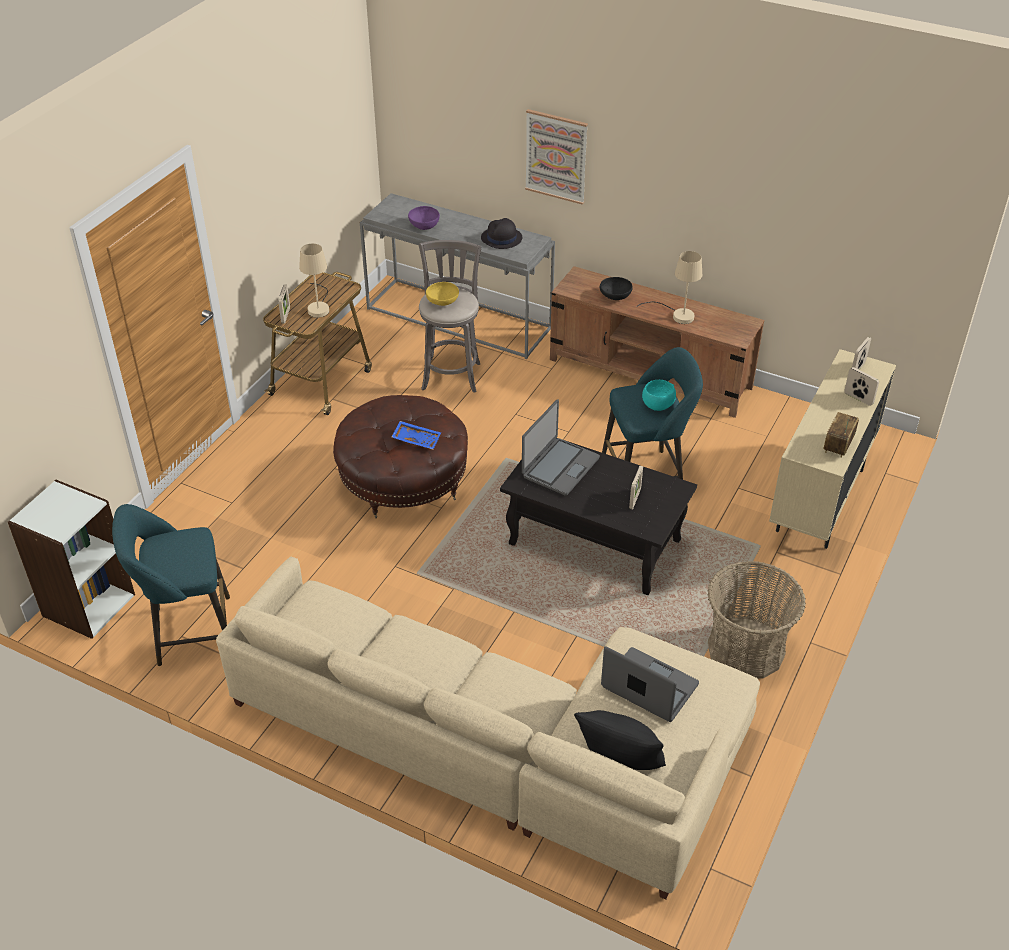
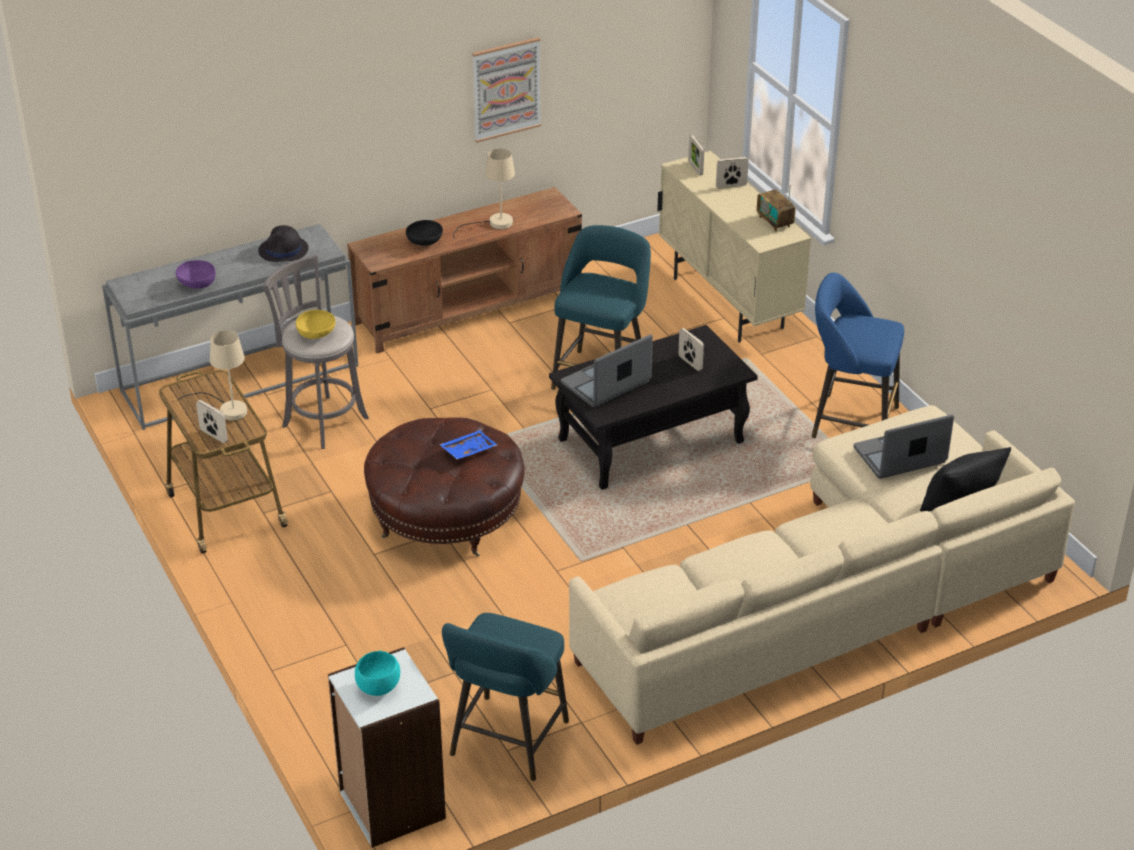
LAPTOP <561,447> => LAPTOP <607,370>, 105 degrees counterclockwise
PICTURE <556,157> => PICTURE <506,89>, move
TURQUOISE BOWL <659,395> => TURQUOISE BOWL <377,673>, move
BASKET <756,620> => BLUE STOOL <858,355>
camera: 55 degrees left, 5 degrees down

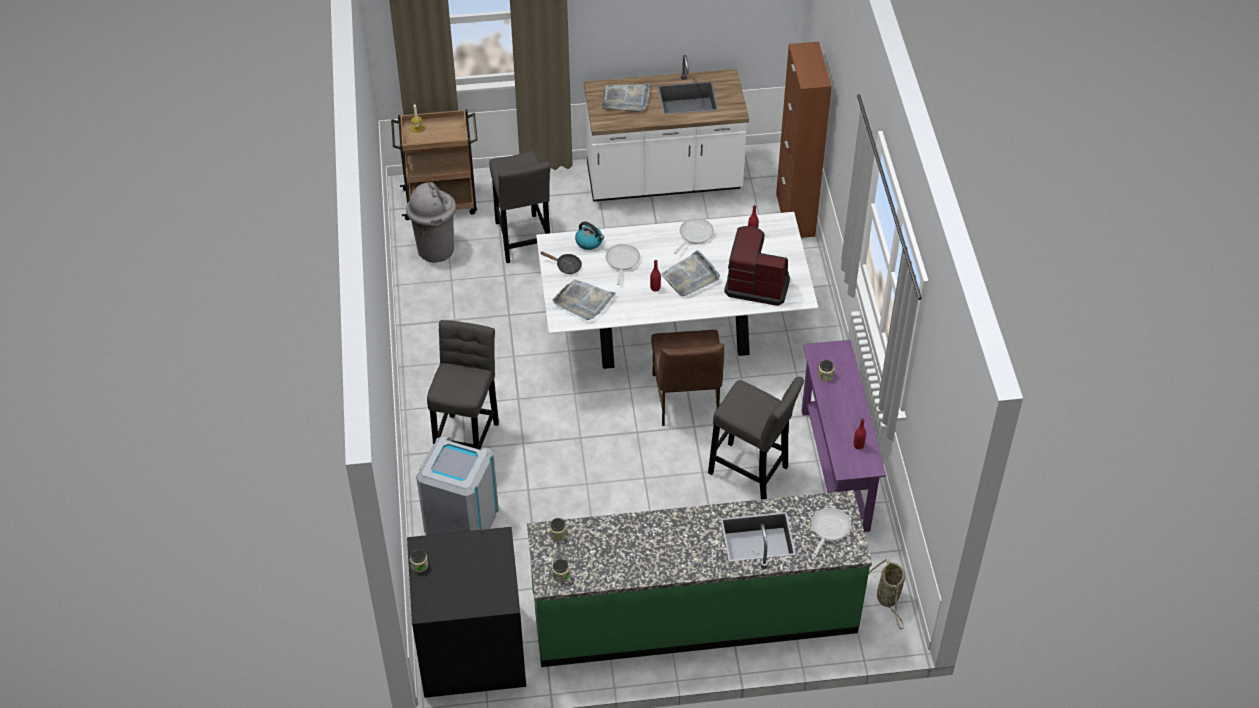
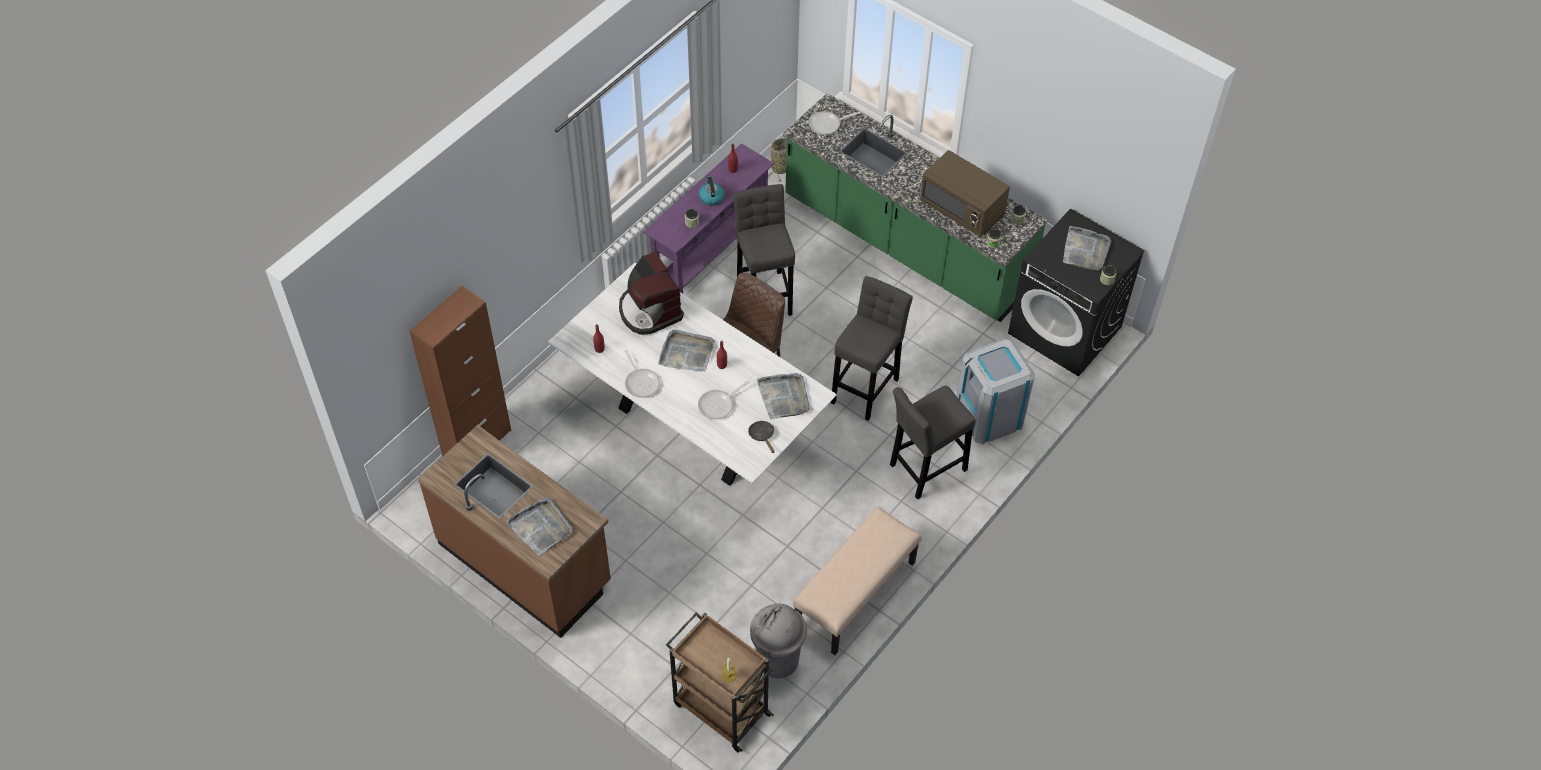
GREY STOOL <520,207> => GREY STOOL <872,348>, move
KETTLE <589,236> => KETTLE <711,191>, move
WHITE COUNTER <666,128> => BROWN COUNTER <514,531>
FRYING PAN <694,236> => FRYING PAN <642,374>, 105 degrees counterclockwise
nothing => BEIGE BENCH <857,581>
nothing => BROWN MICROWAVE <965,193>
nothing => GREY TRAY <1087,248>
camera: 135 degrees left, 5 degrees up

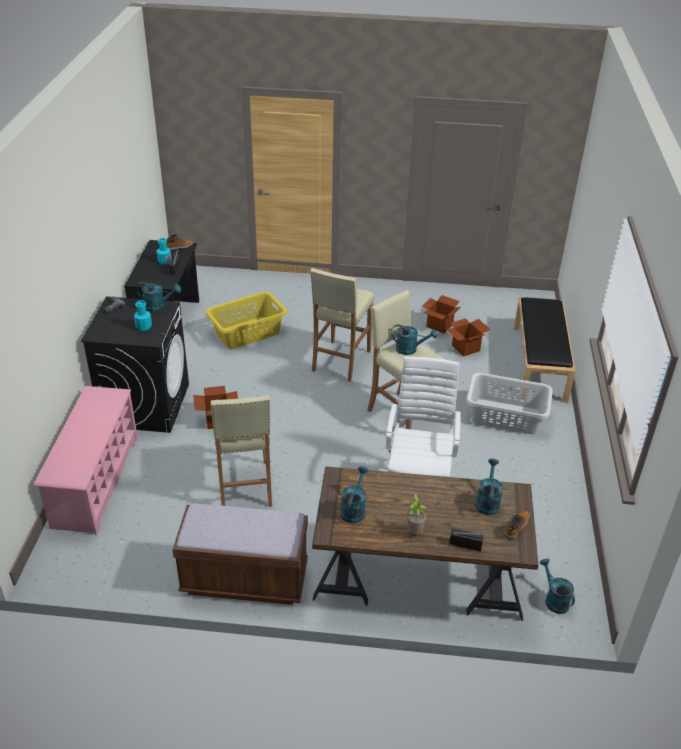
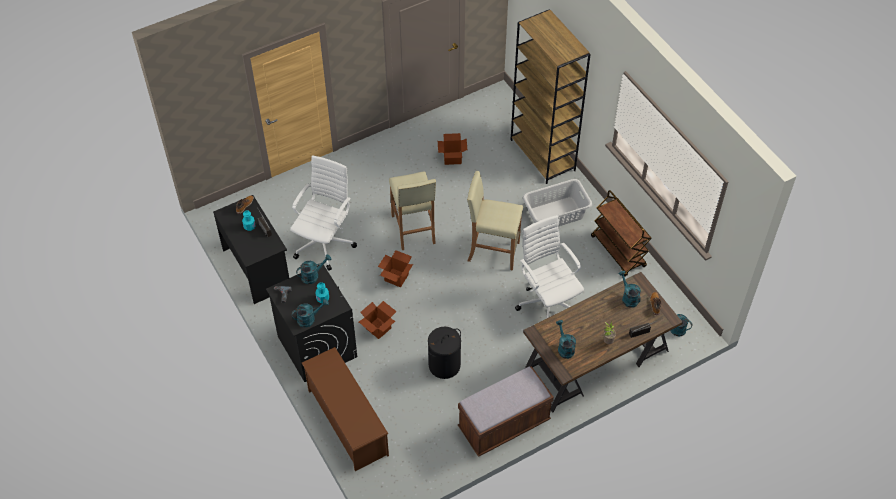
PINK SHOE RACK <86,460> => BROWN SHOE RACK <345,409>
YELLOW LAUNDRY BASKET <246,320> => WHITE OFFICE CHAIR <323,213>
BEIGE STOOL <241,451> => BLACK LAUNDRY BASKET <444,353>
TURQUOISE WATERING CAN <414,340> => TURQUOISE WATERING CAN <310,313>, move
CARDBOARD BOX <468,337> => CARDBOARD BOX <395,268>, move
BLACK BENCH <544,350> => BROWN BOOKCASE <551,96>
nothing => BROWN CART <621,233>
camera: 35 degrees left, 15 degrees up

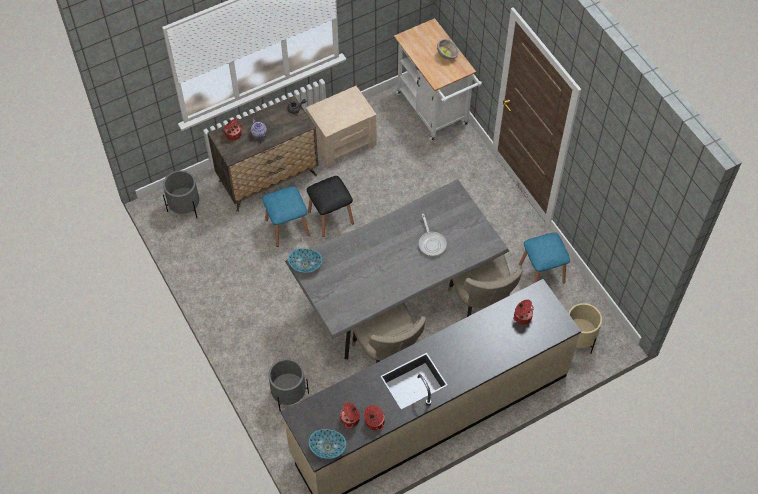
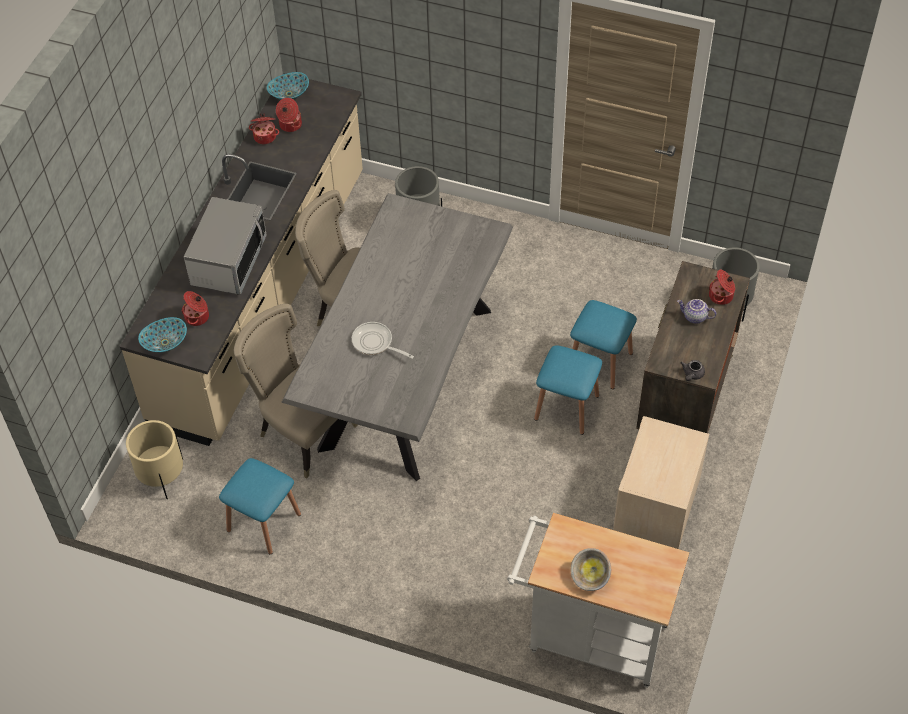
BOWL <305,260> => BOWL <162,335>, move
BLACK STOOL <330,206> => BLUE STOOL <568,390>
nothing => MICROWAVE <225,246>
camera: 140 degrees right, 5 degrees down

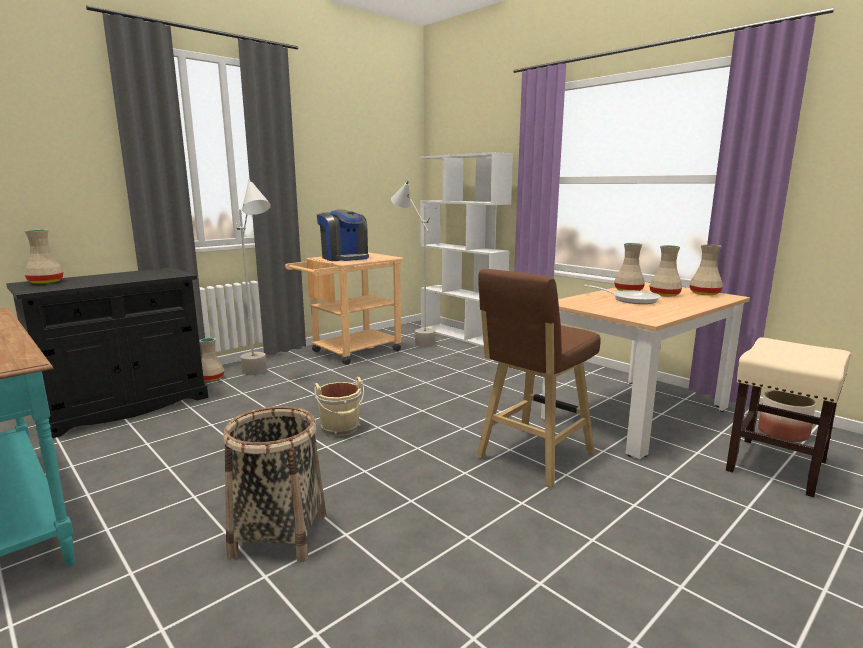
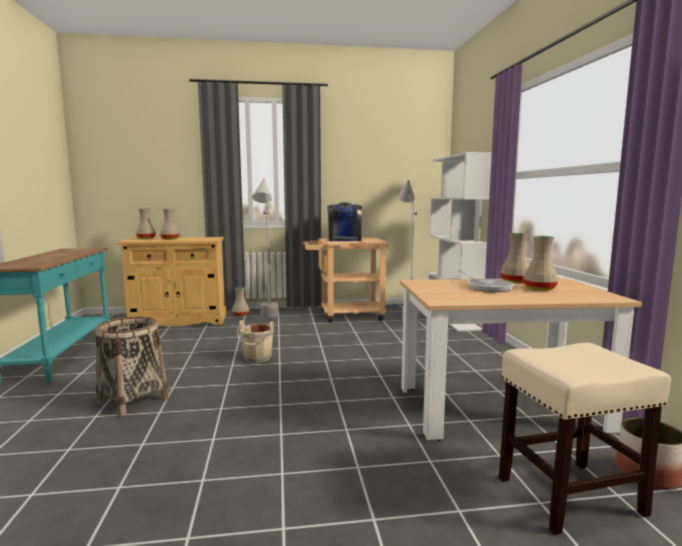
BLACK CABINET <107,352> => BEIGE CABINET <171,282>
BROWN STOOL <538,378> => nothing
BEIGE VASE <706,270> => BEIGE VASE <170,224>, move
camera: 35 degrees right, 5 degrees down

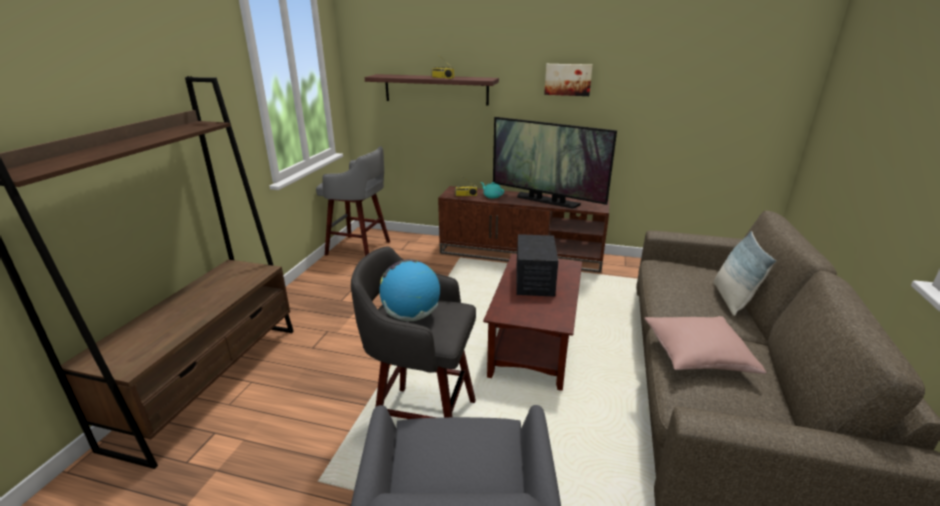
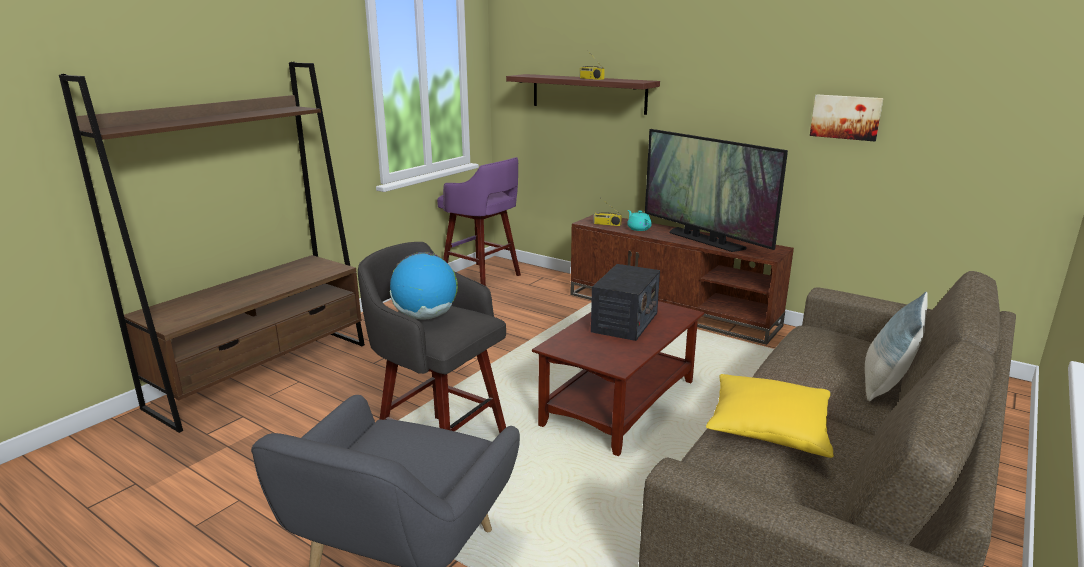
GREY STOOL <353,201> => PURPLE STOOL <479,221>
PICTURE <568,80> => PICTURE <846,118>, move
PINK PILLOW <705,345> => YELLOW PILLOW <770,416>
camera: 20 degrees right, 5 degrees down

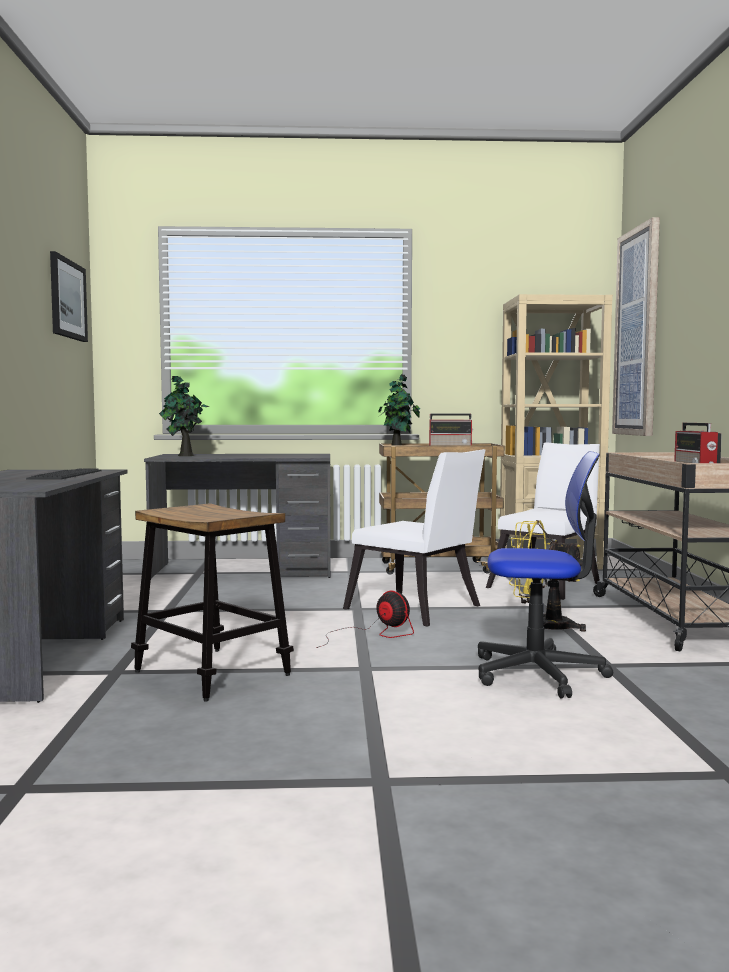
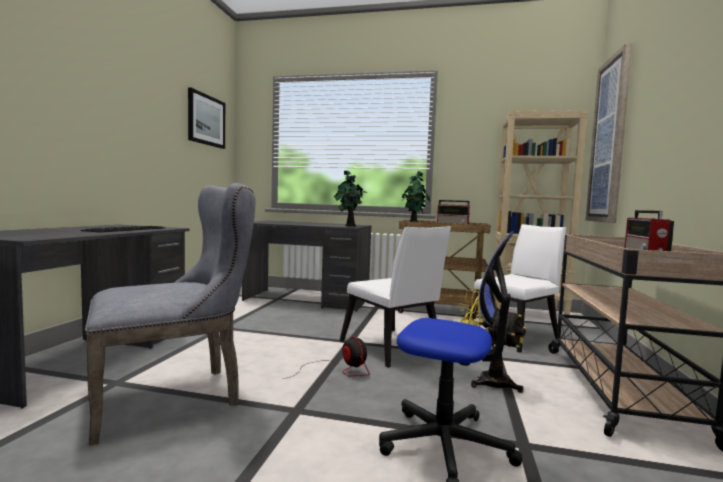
STOOL <212,602> => GREY CHAIR <170,314>
POTTED PLANT <184,415> => POTTED PLANT <351,199>, move
camera: 15 degrees right, 0 degrees up

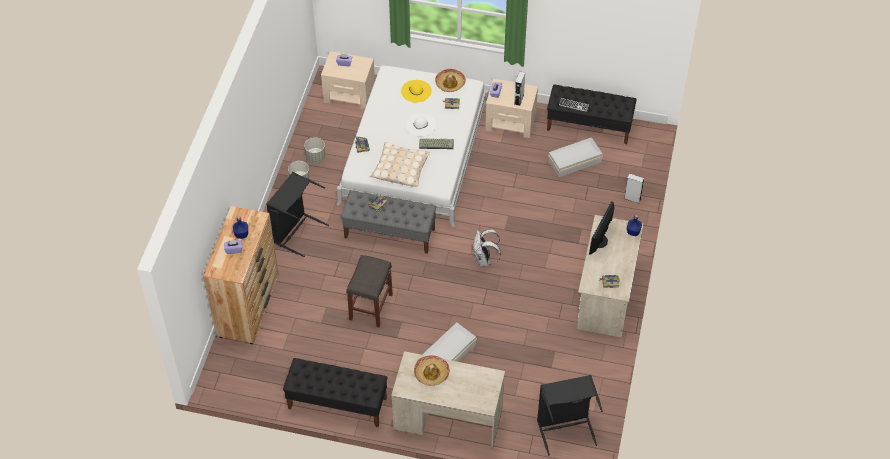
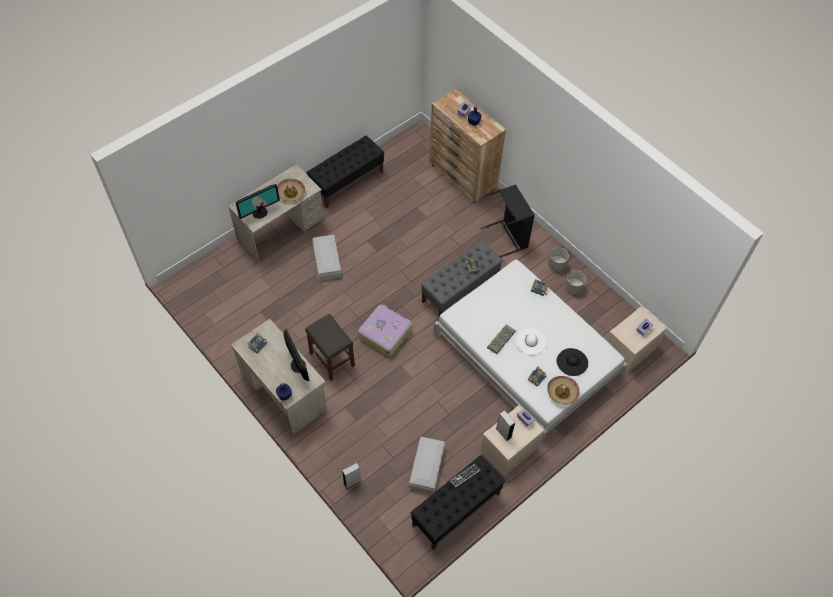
GREY STOOL <369,291> => GREY STOOL <330,347>, move
BEIGE PILLOW <400,164> => nothing
YELLOW HAT <416,91> => BLACK HAT <572,362>
WHITE BACKPACK <487,247> => SUITCASE <384,330>
BLACK LAUNDRY BASKET <570,415> => nothing
nothing => MONITOR <257,201>
camera: 125 degrees right, 5 degrees up

